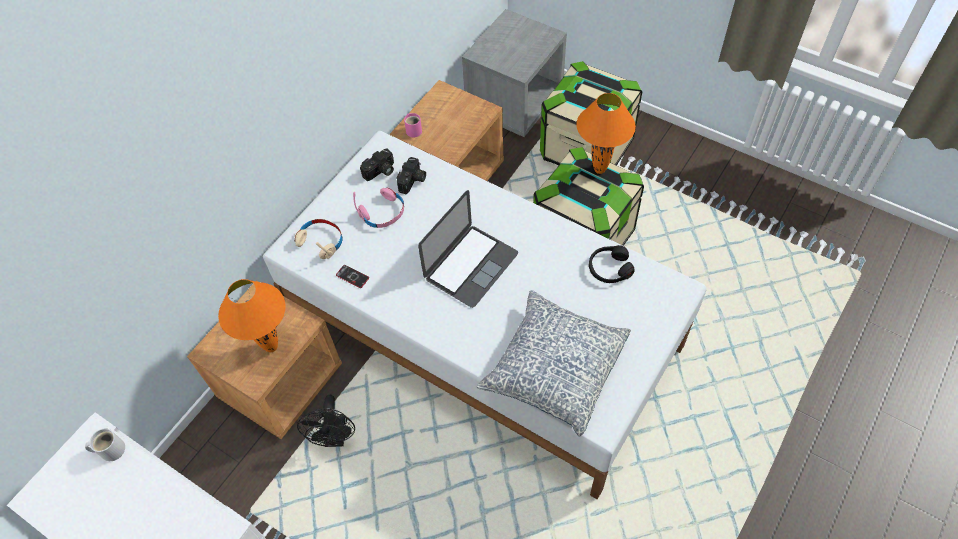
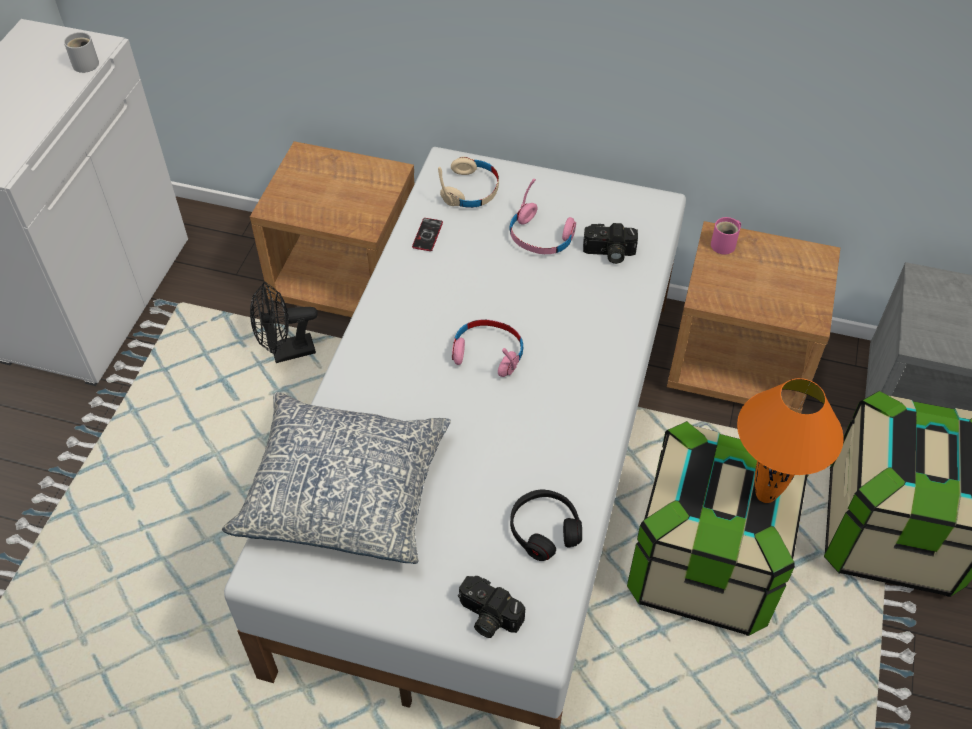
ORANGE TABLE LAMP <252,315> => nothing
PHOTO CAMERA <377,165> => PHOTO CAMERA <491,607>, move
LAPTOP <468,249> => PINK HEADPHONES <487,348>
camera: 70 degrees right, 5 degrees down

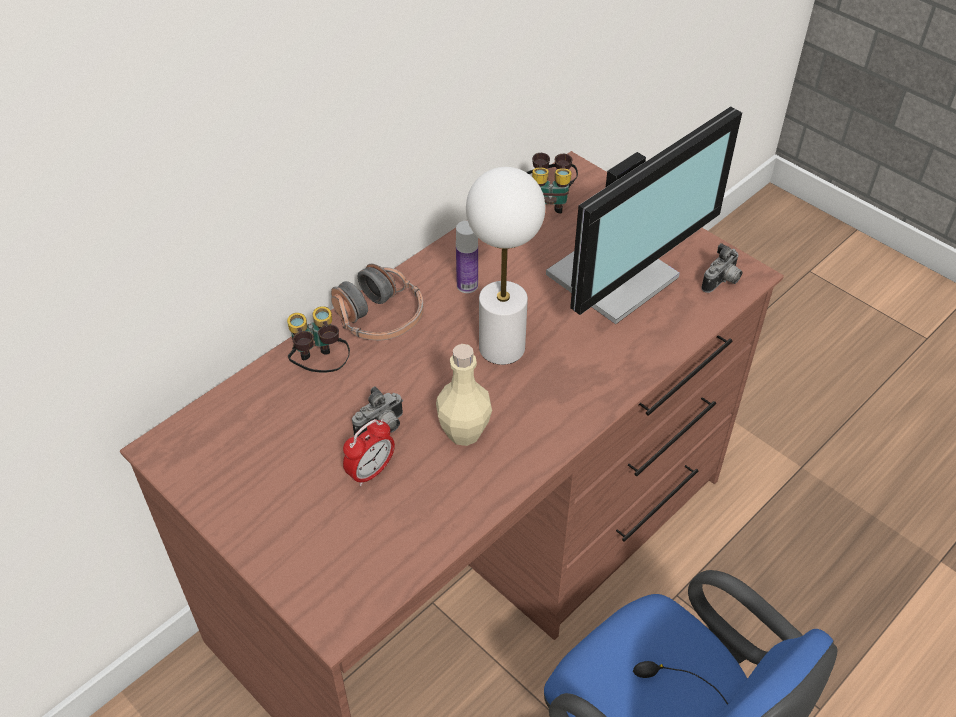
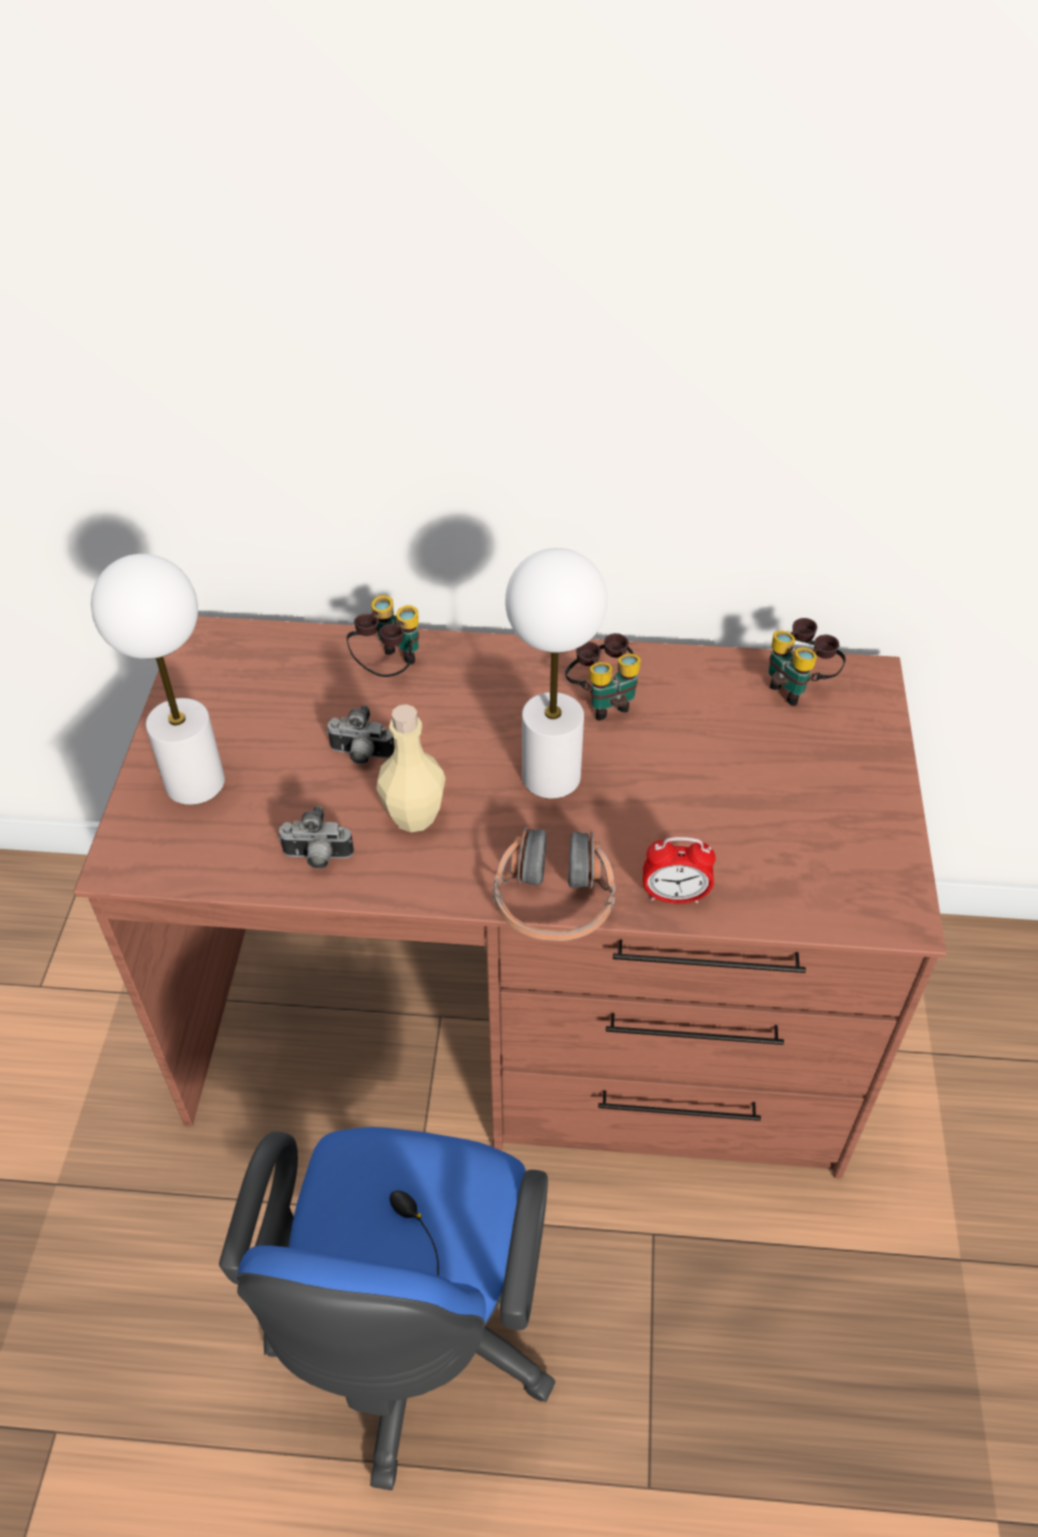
HEADPHONES <377,301> => HEADPHONES <554,884>, move
ALARM CLOCK <369,452> => ALARM CLOCK <679,870>, move
BOTTLE <467,257> => BINOCULARS <603,677>
MONITOR <644,215> => nothing
PHOTO CAMERA <722,268> => PHOTO CAMERA <316,837>, move
nothing => WHITE TABLE LAMP <158,679>
camera: 50 degrees right, 0 degrees up

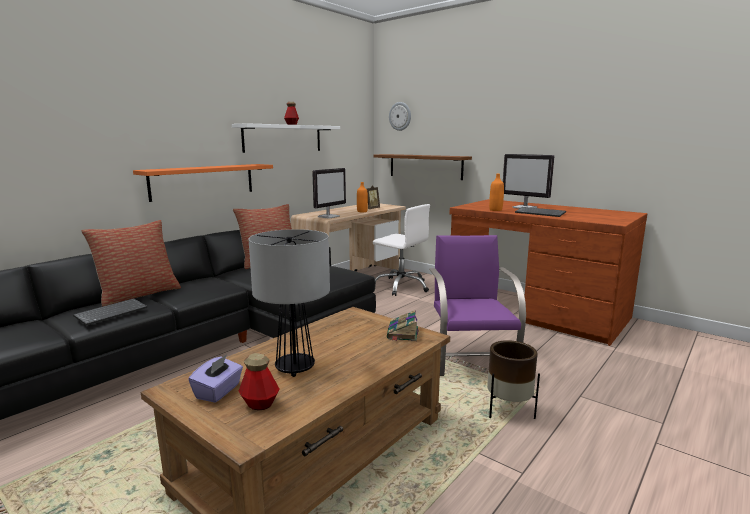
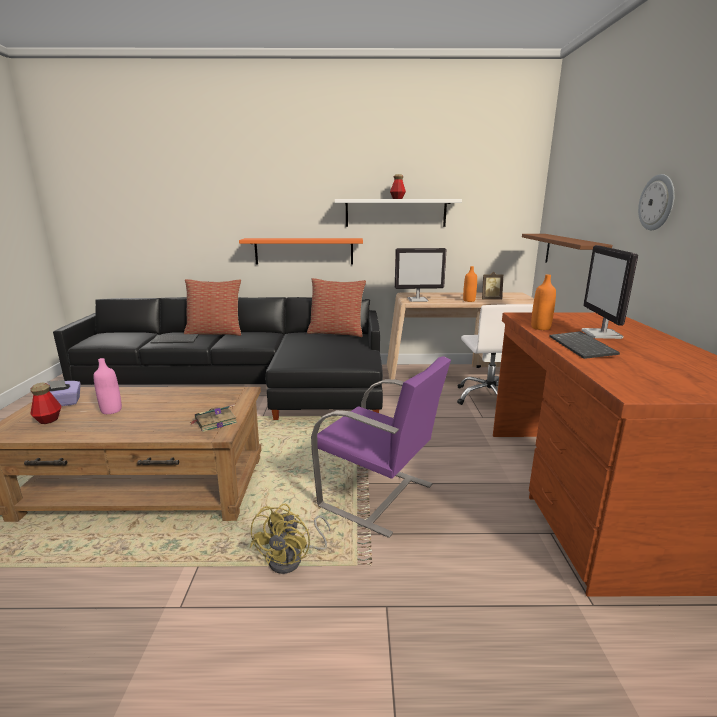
TABLE LAMP <289,303> => PINK BOTTLE <107,386>
WALL CLOCK <400,116> => WALL CLOCK <656,202>, move
PURPLE CHAIR <477,305> => PURPLE CHAIR <381,447>, 75 degrees clockwise
BROWN PLANTER <513,379> => YELLOW FAN <290,539>
camera: 50 degrees right, 5 degrees up

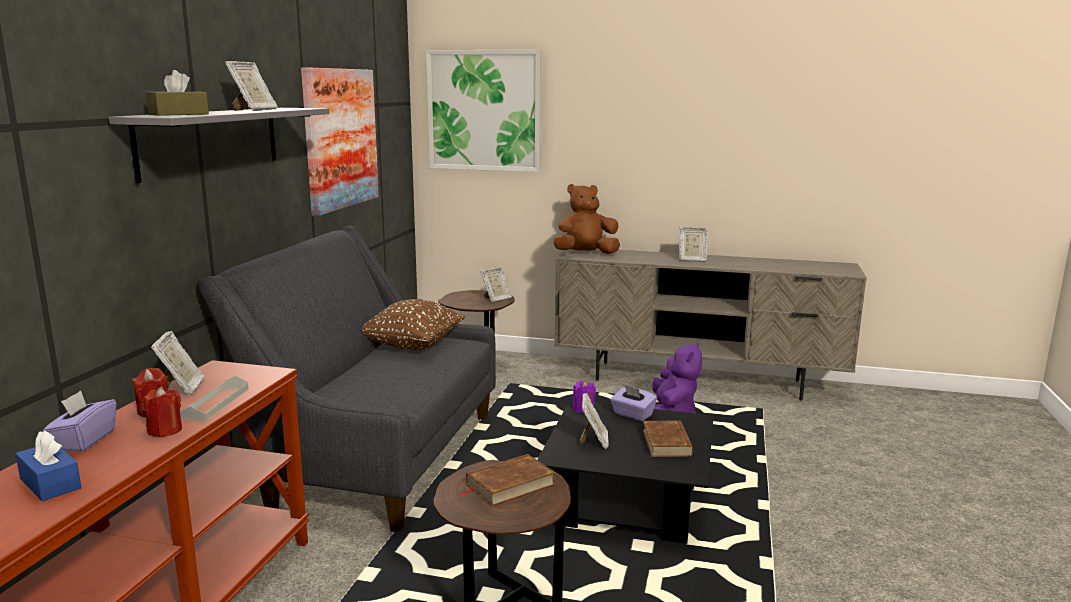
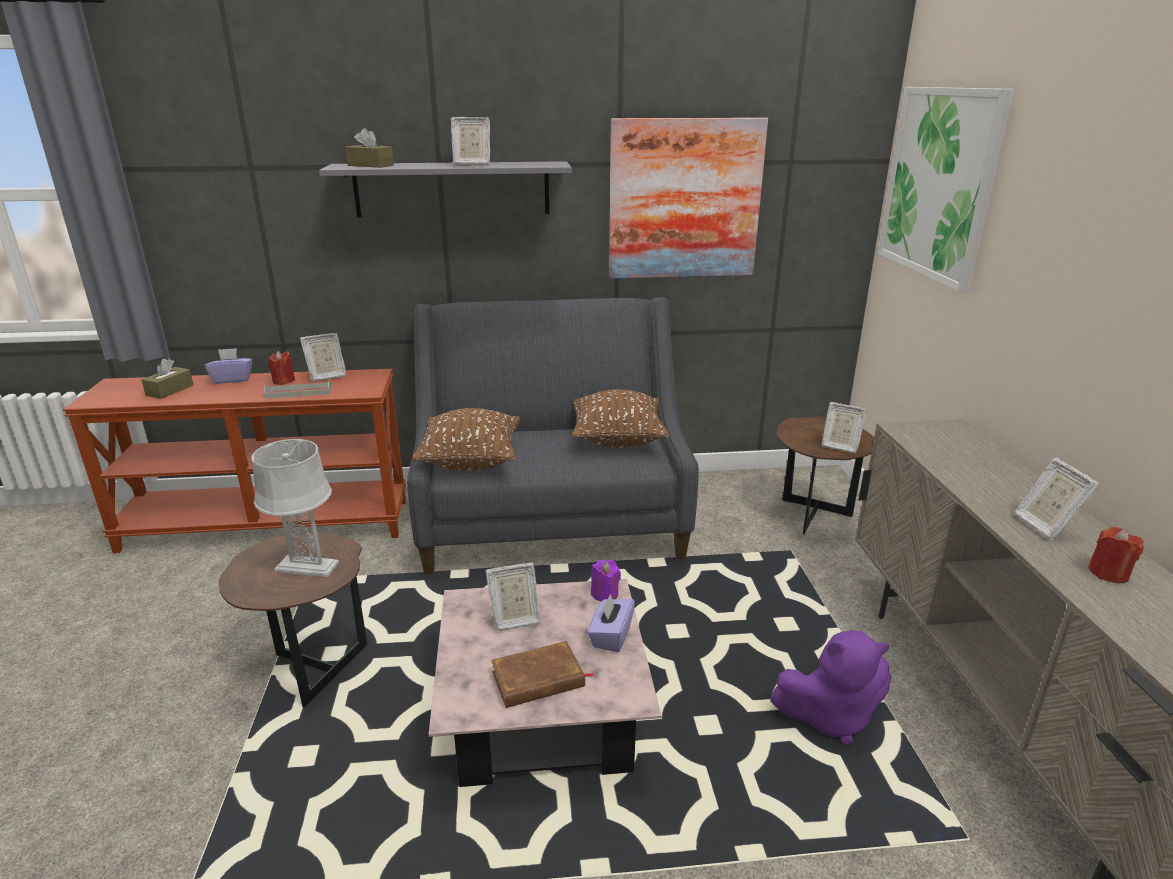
BLUE TISSUE BOX <48,465> => BROWN TISSUE BOX <167,378>
RED CANDLE <162,412> => RED CANDLE <1116,555>, move
BROWN BOOK <508,480> => GREY TABLE LAMP <295,508>
BLACK COFFEE TABLE <625,472> => PINK COFFEE TABLE <545,683>
BROWN PLUSH TOY <586,219> => nothing
nothing => BROWN PILLOW <466,439>
camera: 70 degrees right, 10 degrees up

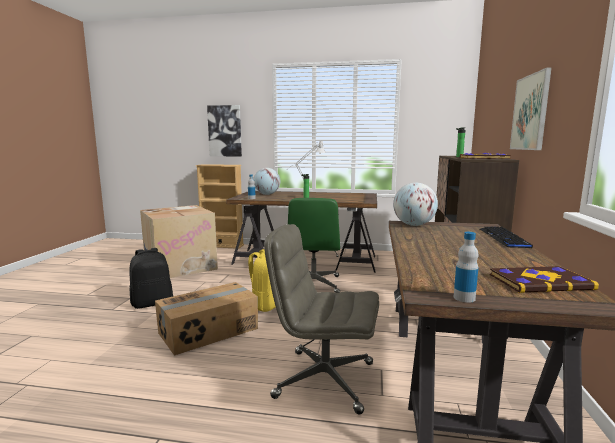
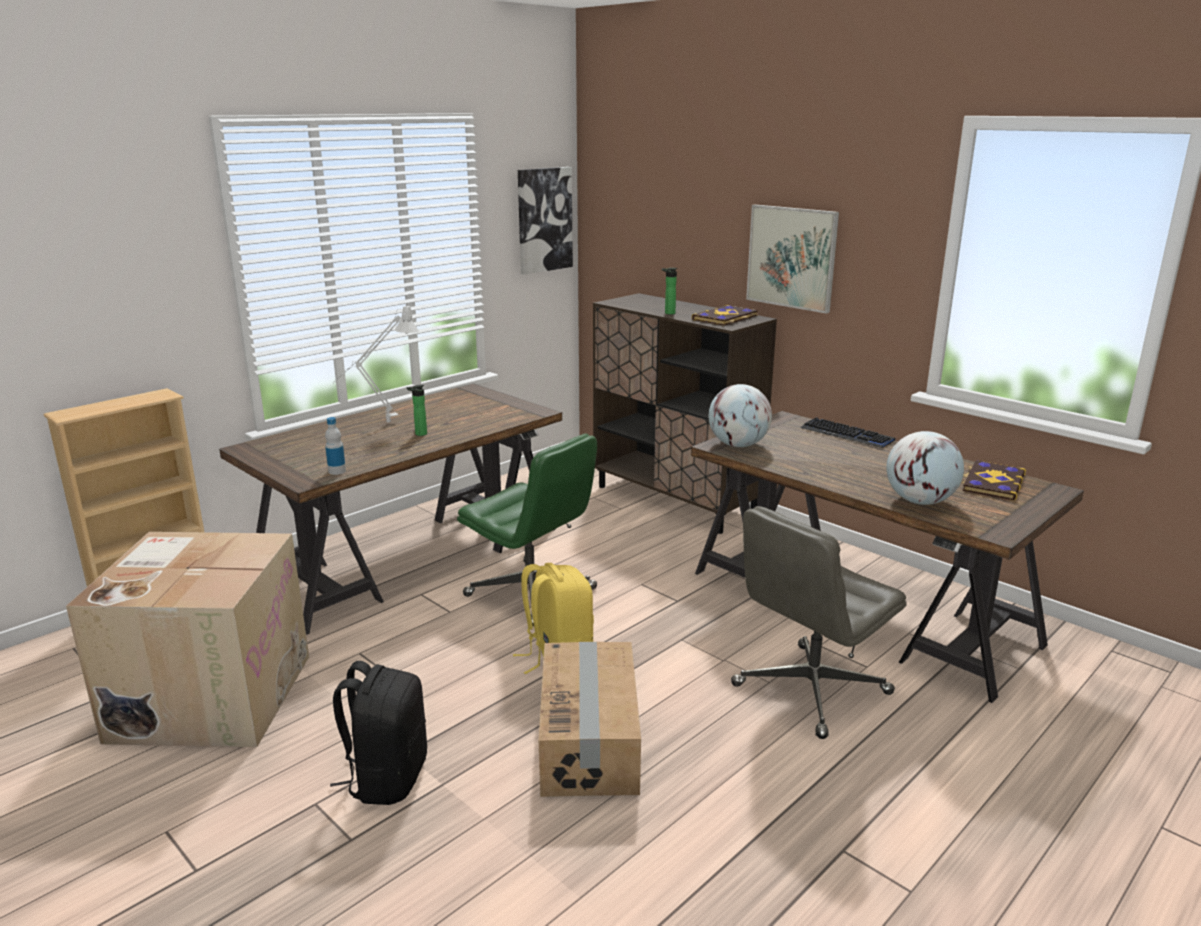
PICTURE <224,130> => PICTURE <545,221>, move
GLOBE <267,181> => GLOBE <925,468>, move
BOTTLE <466,267> => nothing
camera: 55 degrees left, 10 degrees up

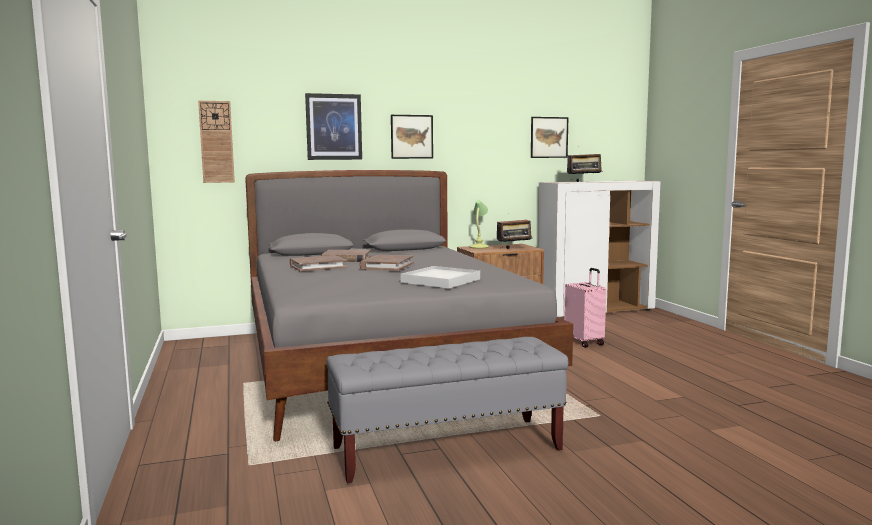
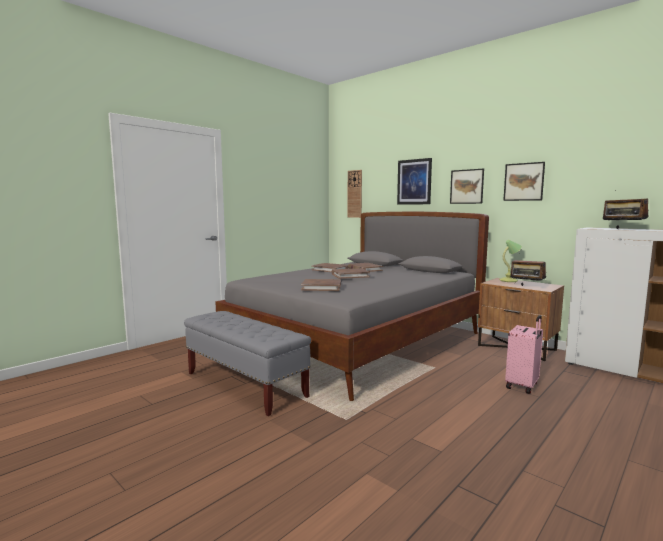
WHITE TRAY <440,277> => BROWN BOOK <321,285>
PICTURE <549,137> => PICTURE <524,181>, move
camera: 60 degrees right, 0 degrees up

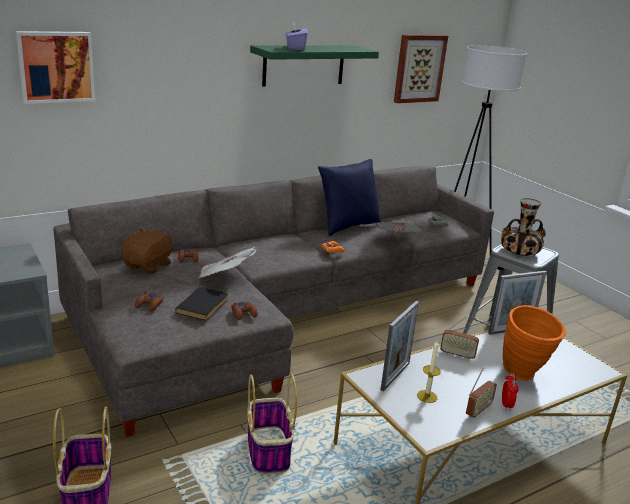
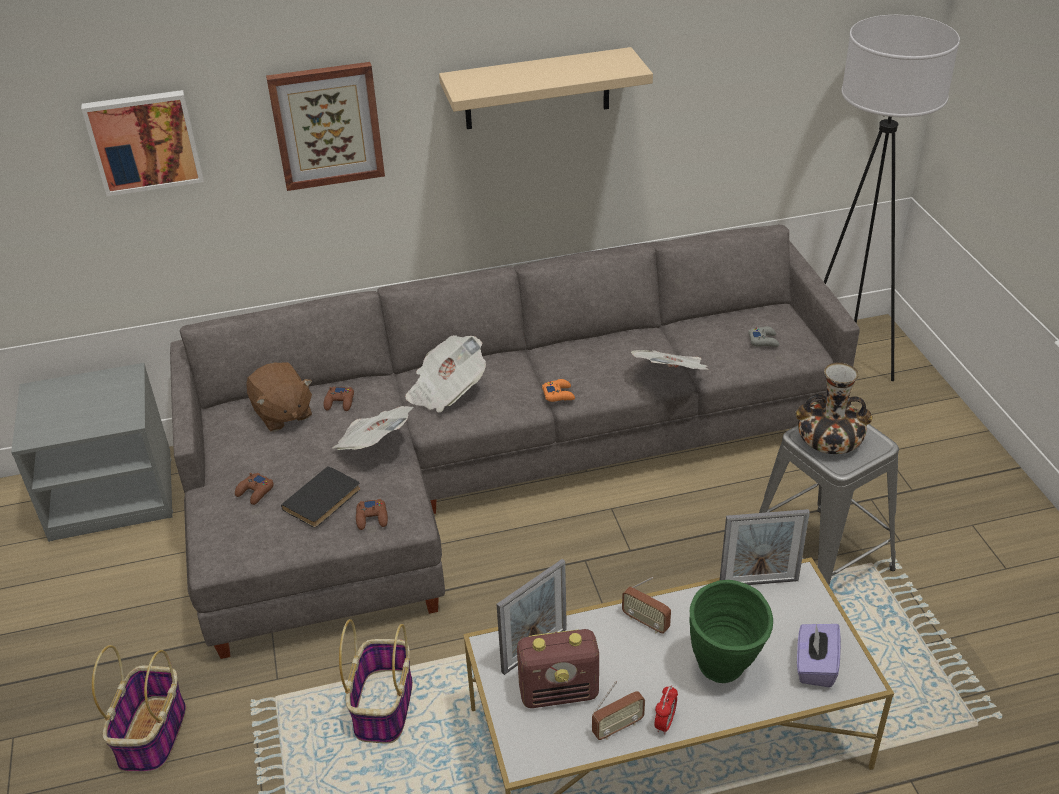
BROWN PLUSH TOY <147,251> => BROWN PLUSH TOY <279,397>, 105 degrees clockwise
GREEN SHELF <314,65> => BEIGE SHELF <546,88>
PURPLE TISSUE BOX <296,36> => PURPLE TISSUE BOX <819,655>, move
BLUE PILLOW <349,197> => nothing
PICTURE <421,69> => PICTURE <325,126>, move
CANDLE <429,372> => RADIO <558,668>
ORANGE VASE <534,343> => GREEN VASE <731,631>
nothing => NEWSPAPER <445,374>
camera: 20 degrees right, 15 degrees up

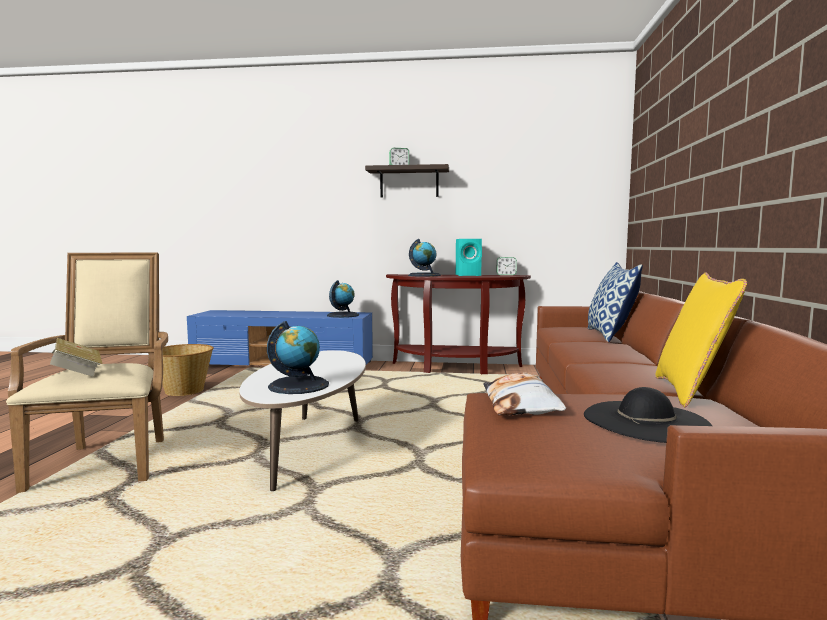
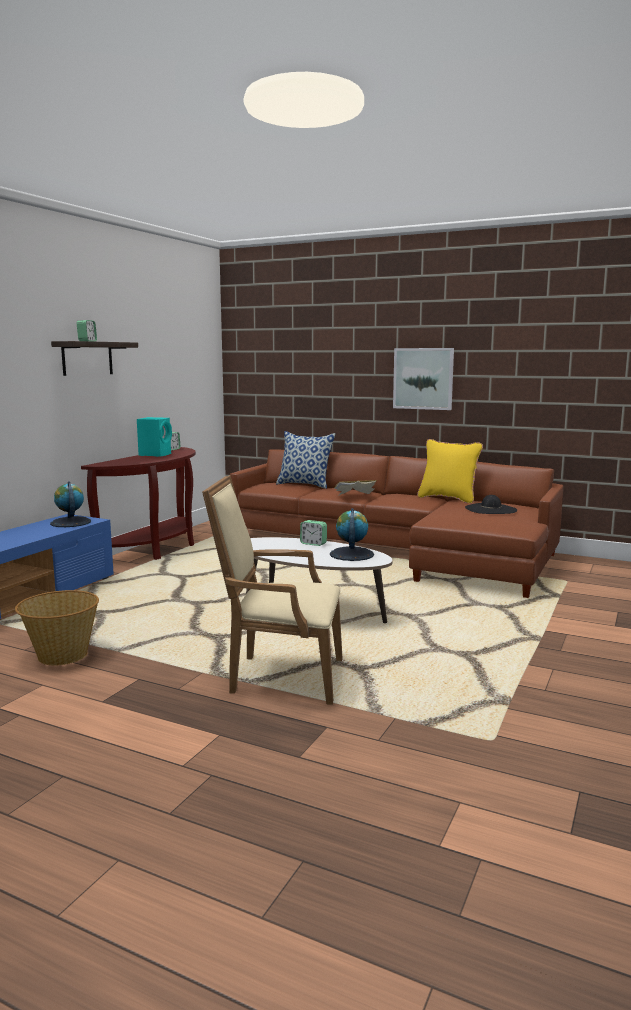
BOOK <76,357> => BOOK <355,488>, move
GLOBE <424,258> => nothing
PILLOW <524,394> => nothing
nothing => ALARM CLOCK <313,533>
nothing => PICTURE <423,379>
camera: 70 degrees left, 5 degrees up

